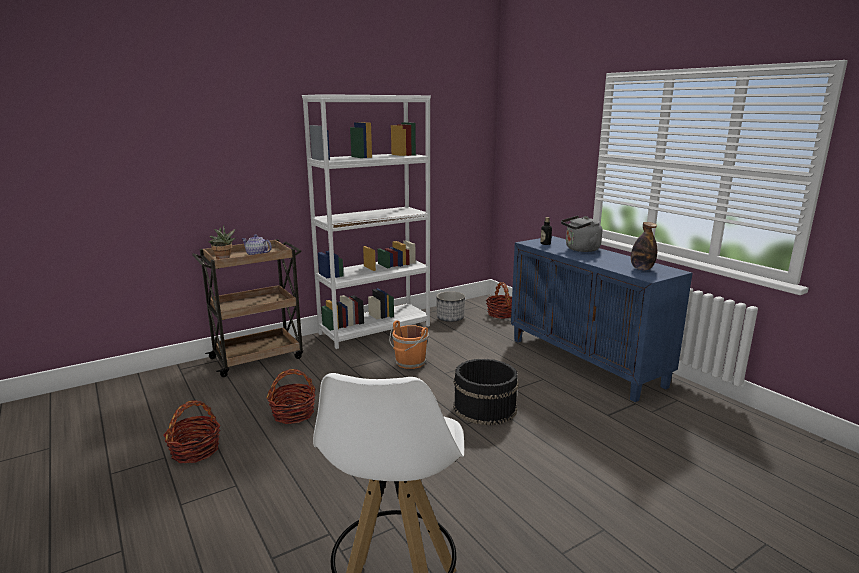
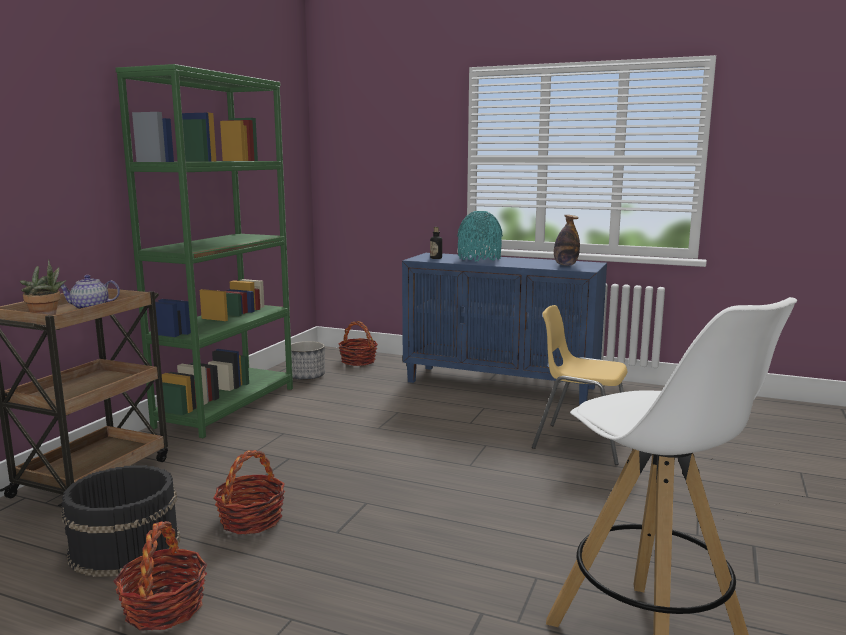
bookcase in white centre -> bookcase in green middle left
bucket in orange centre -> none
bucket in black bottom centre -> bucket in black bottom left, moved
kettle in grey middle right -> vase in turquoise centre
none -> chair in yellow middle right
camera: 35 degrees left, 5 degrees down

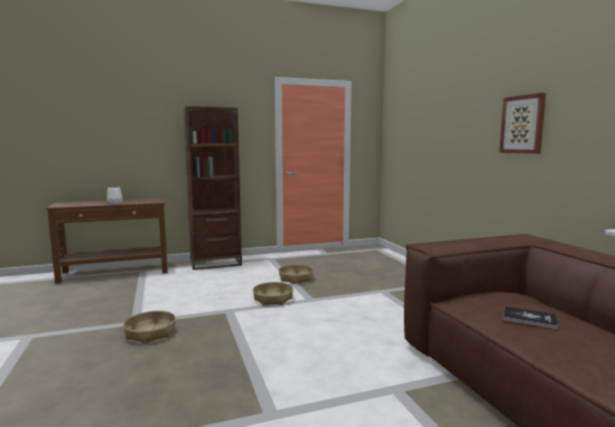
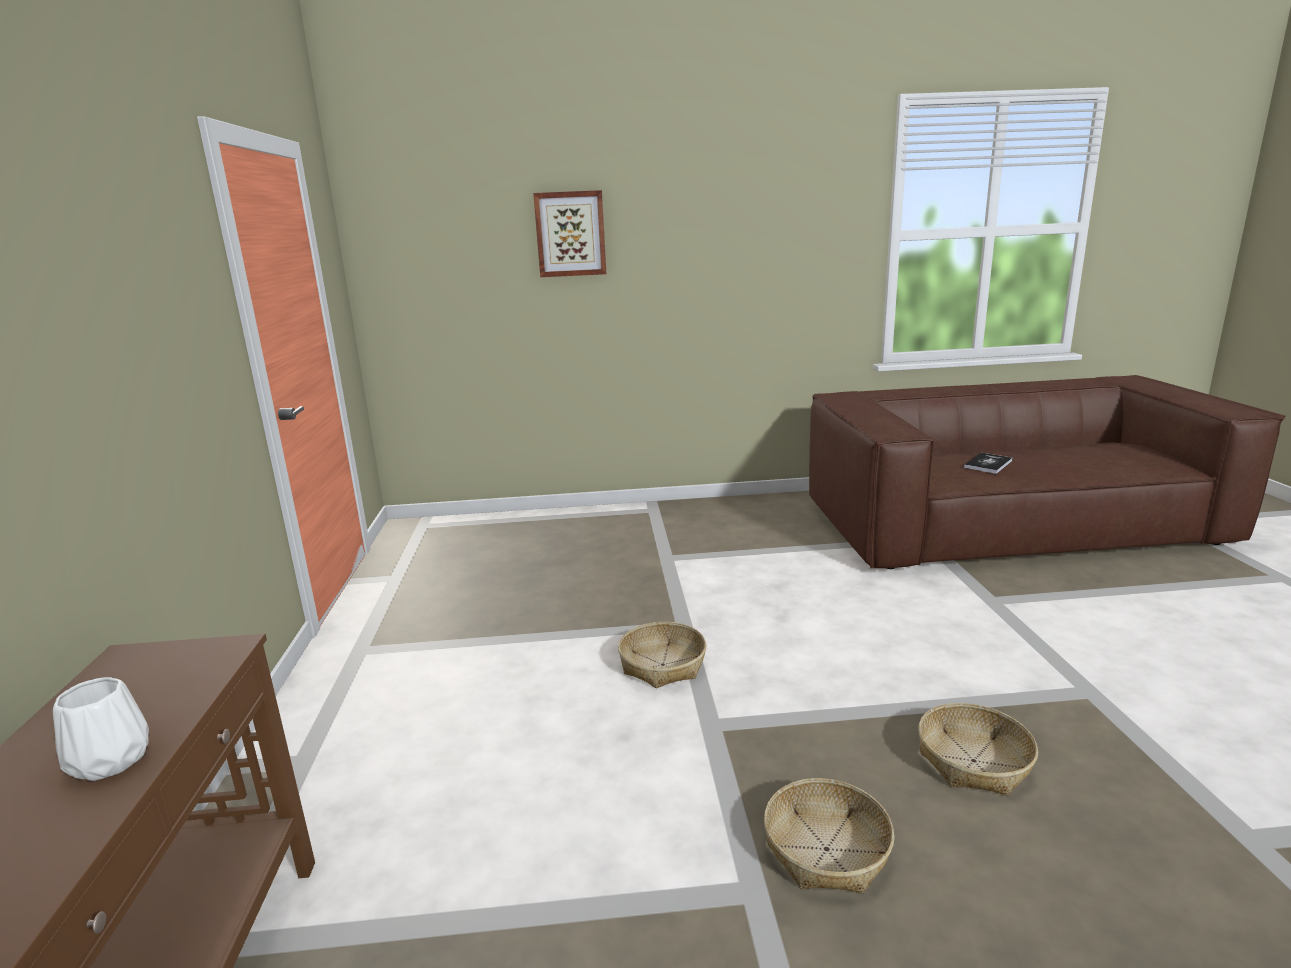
bookcase in brown centre -> none
basket (3rd from left) centre -> basket (3rd from left) bottom right, moved
picture top right -> picture top centre, moved
camera: 75 degrees left, 10 degrees up

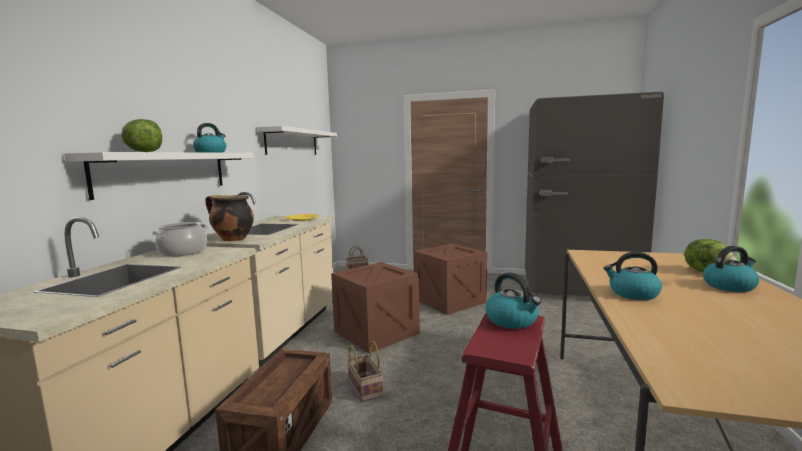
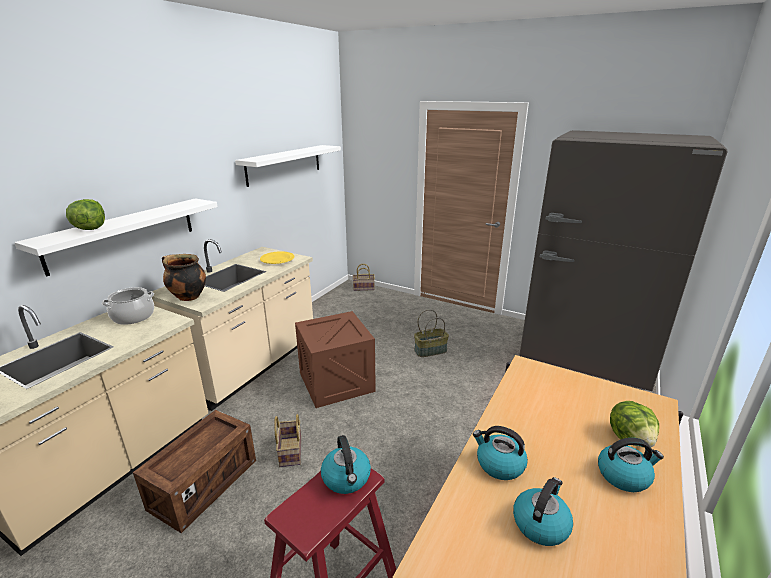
kettle (1st from left in the first image) top left -> kettle (3rd from left) bottom right, moved
crate (3rd from left) centre -> basket (3rd from left) centre
camera: 15 degrees right, 15 degrees up

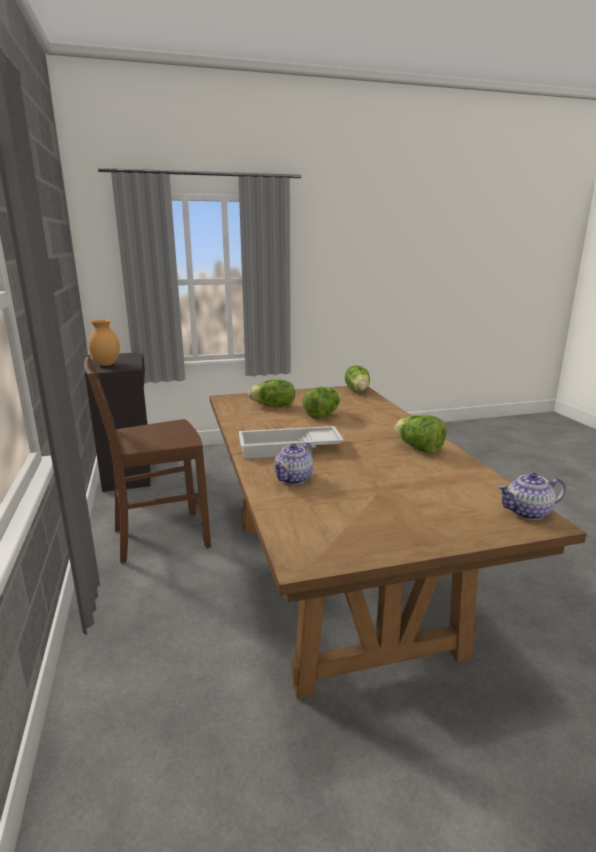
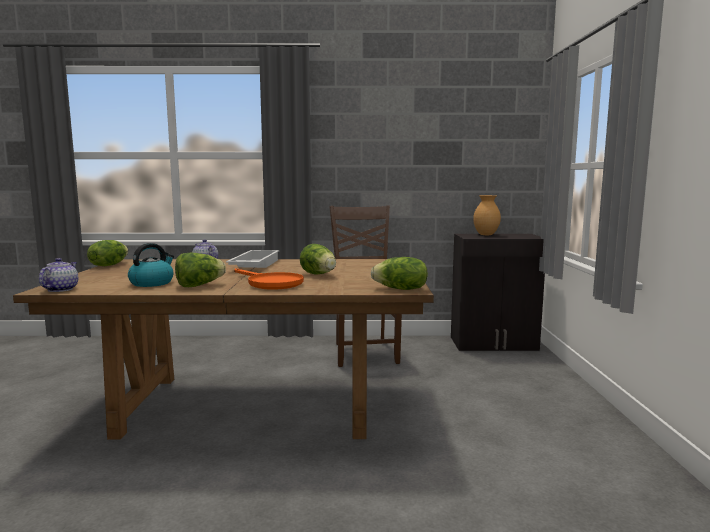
lettuce (1st from left) centre -> lettuce (1st from left) middle left, moved
none -> kettle middle left
none -> frying pan in orange centre
camera: 105 degrees right, 10 degrees down

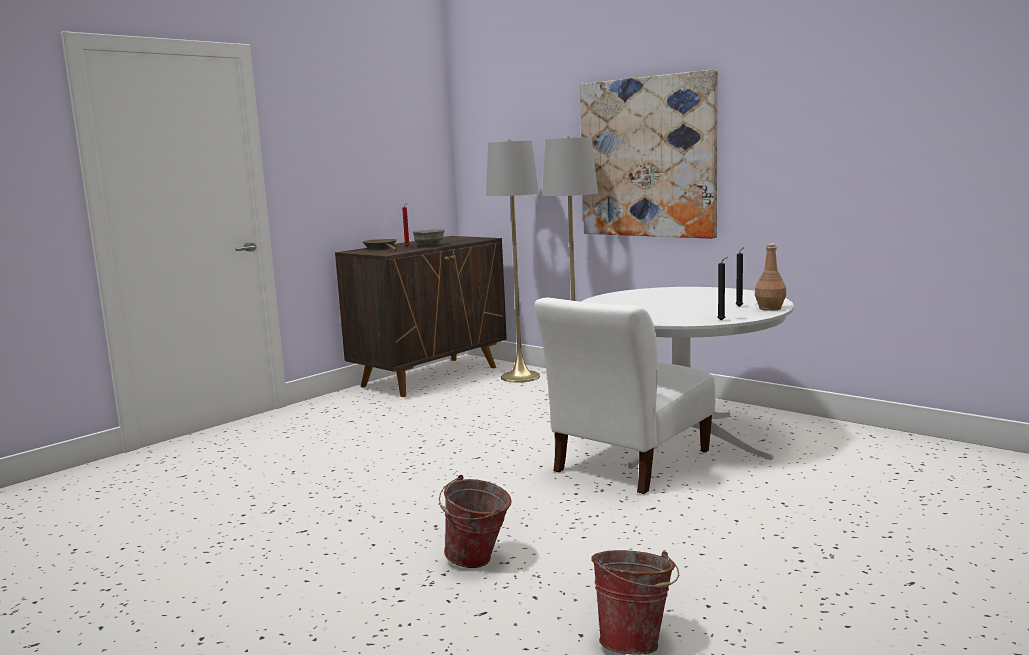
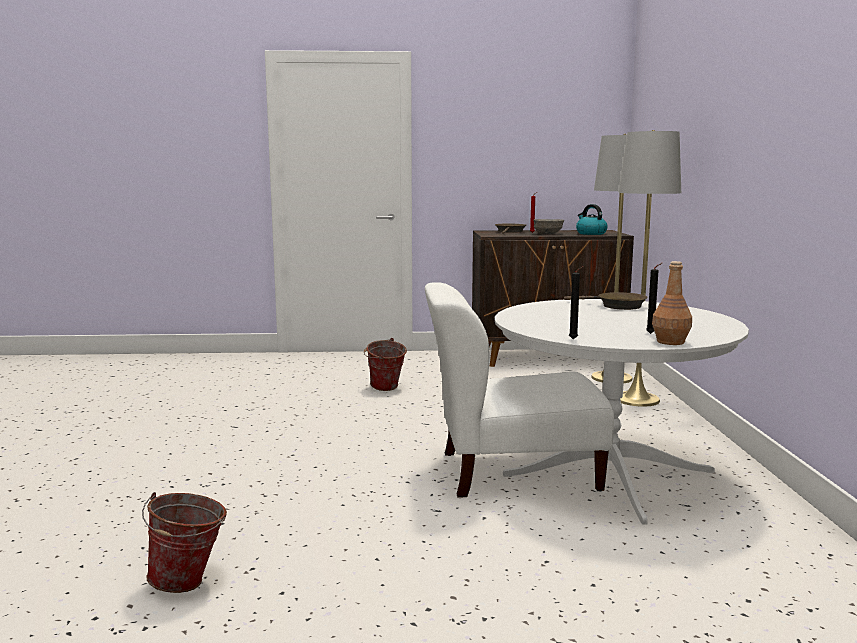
bucket (1st from left in the first image) bottom centre -> bucket (2nd from left) centre, moved
picture top centre -> none
none -> frying pan in brown (2nd from left) middle right
none -> kettle middle right
camera: 45 degrees right, 0 degrees up

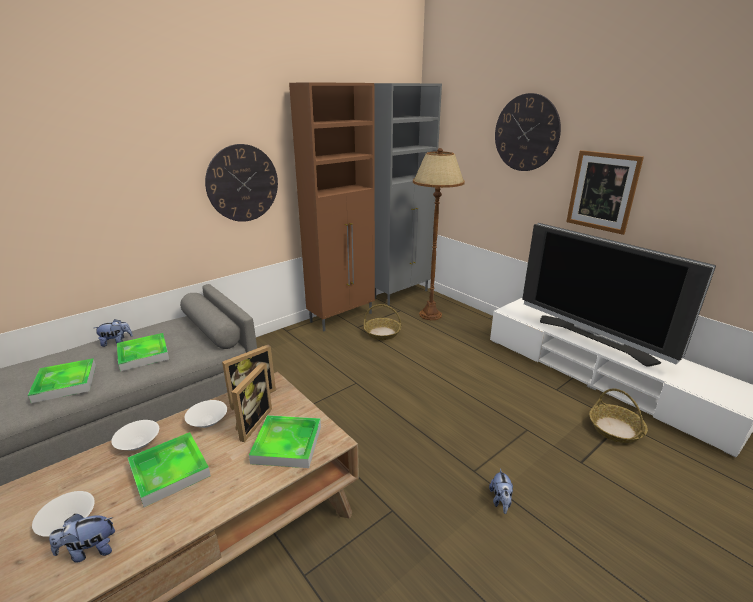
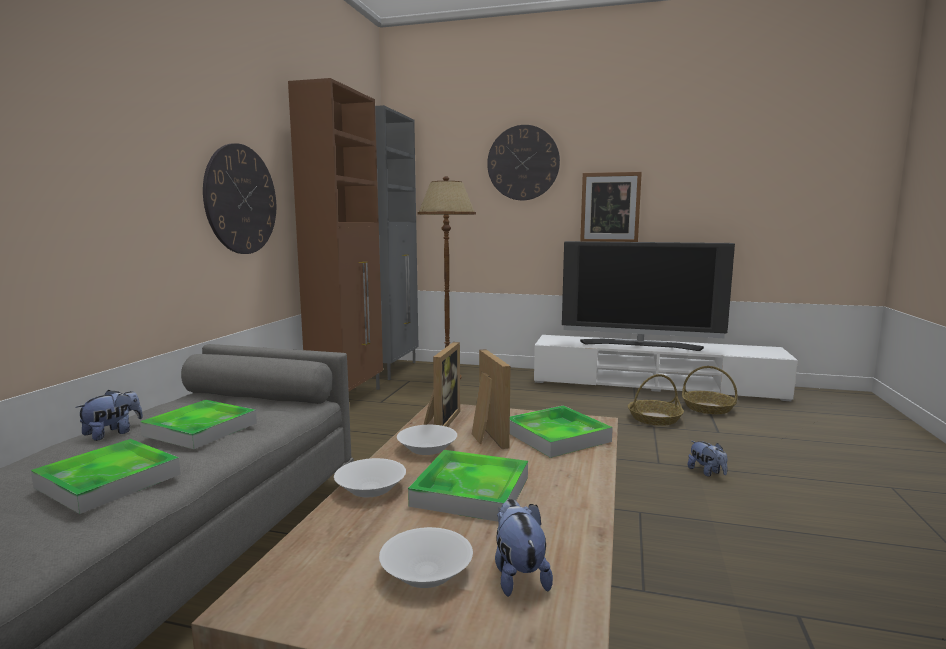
plush toy (1st from left in the first image) bottom left -> plush toy (2nd from left) bottom centre, 135 degrees clockwise
basket (1st from left) centre -> basket (1st from left) middle right, moved
camera: 35 degrees left, 15 degrees down

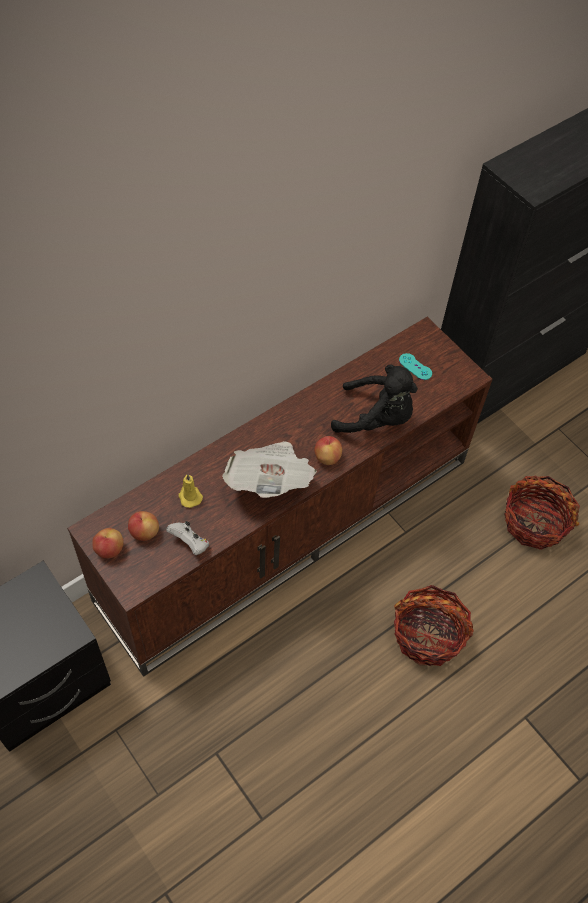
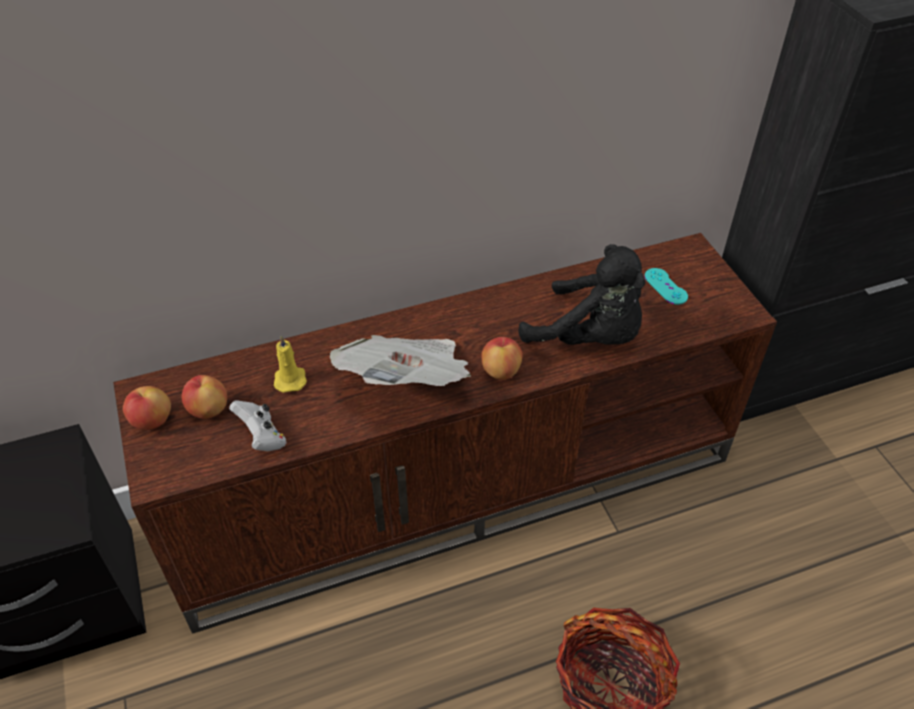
basket (2nd from left) middle right -> none
camera: 20 degrees right, 10 degrees down

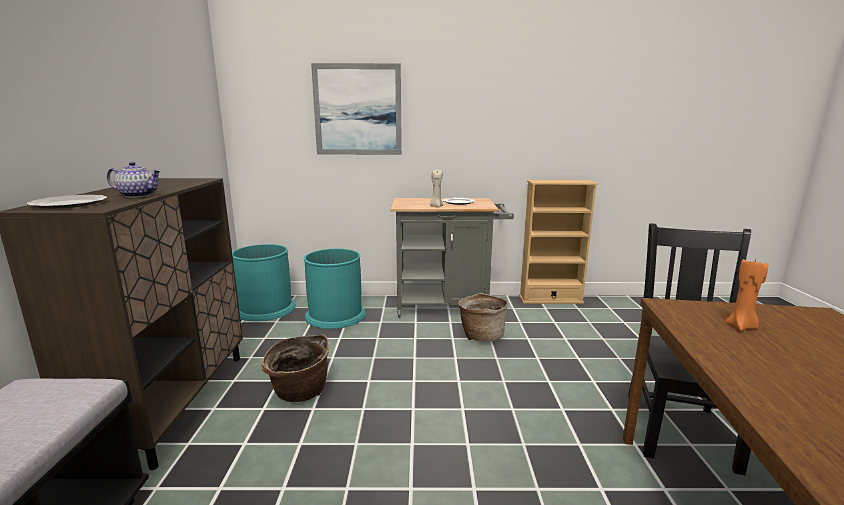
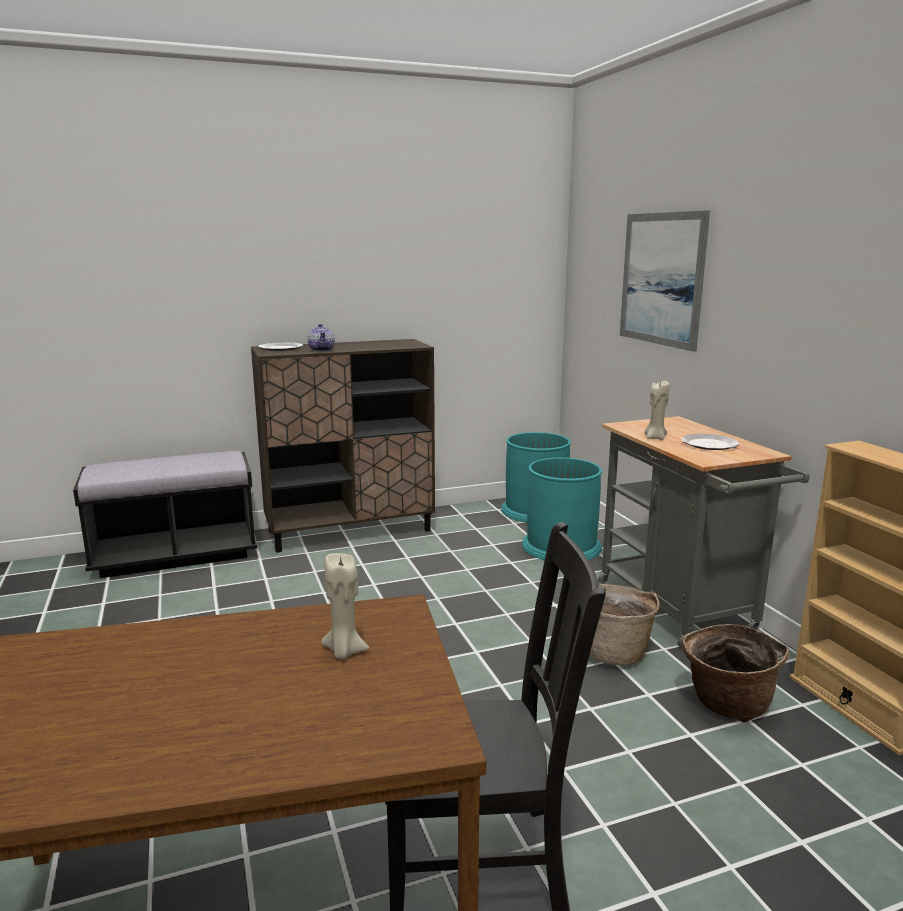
basket (1st from left in the first image) bottom centre -> basket (2nd from left) bottom right, moved
candle in orange middle right -> candle in beige (1st from left) centre
camera: 70 degrees right, 0 degrees up

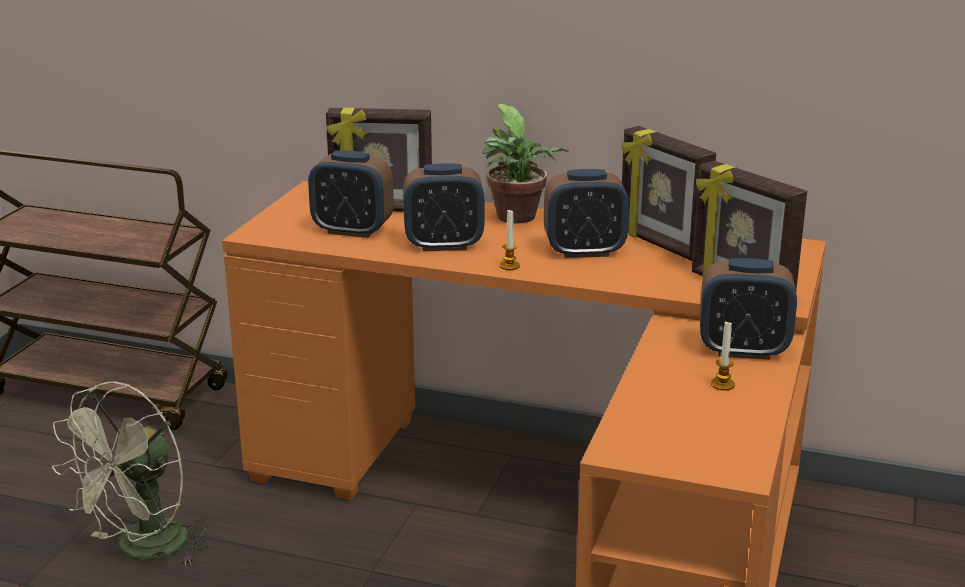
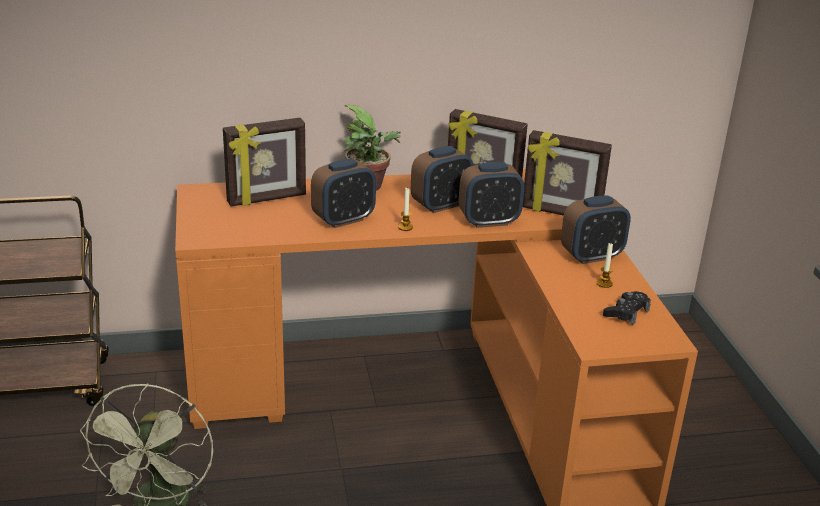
alarm clock (1st from left in the first image) top centre -> alarm clock (3rd from left) centre, moved
none -> game controller in black middle right
camera: 30 degrees left, 5 degrees up

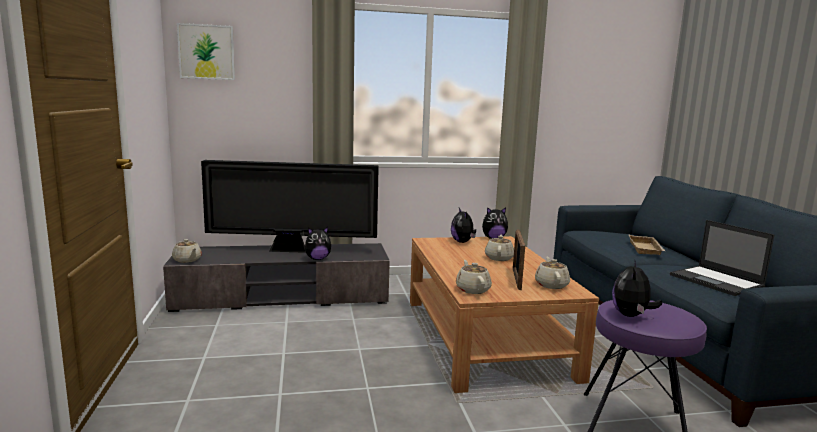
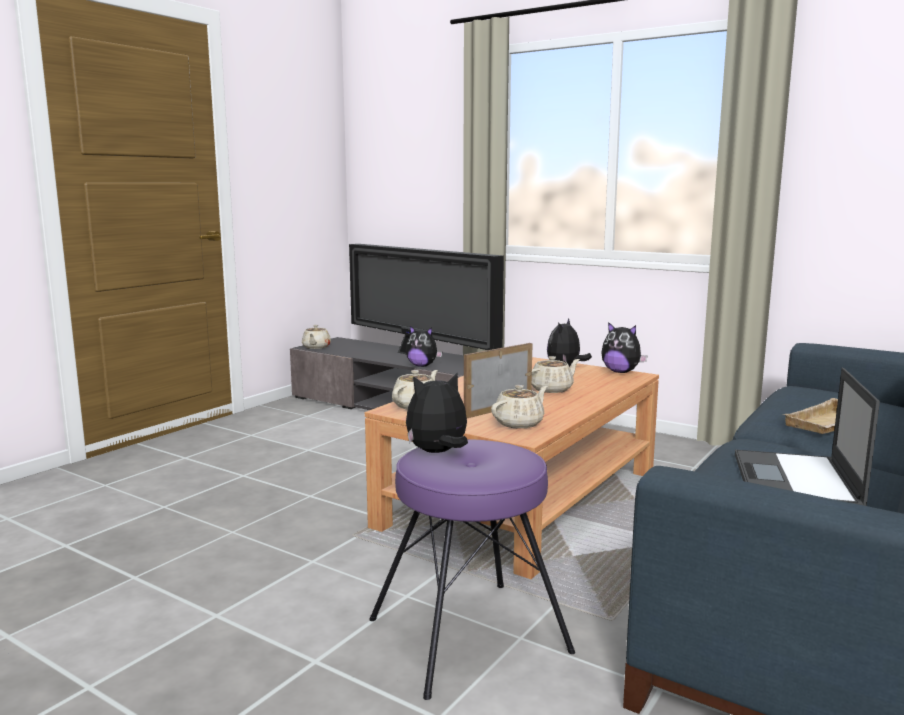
picture top left -> none
camera: 45 degrees right, 0 degrees up

